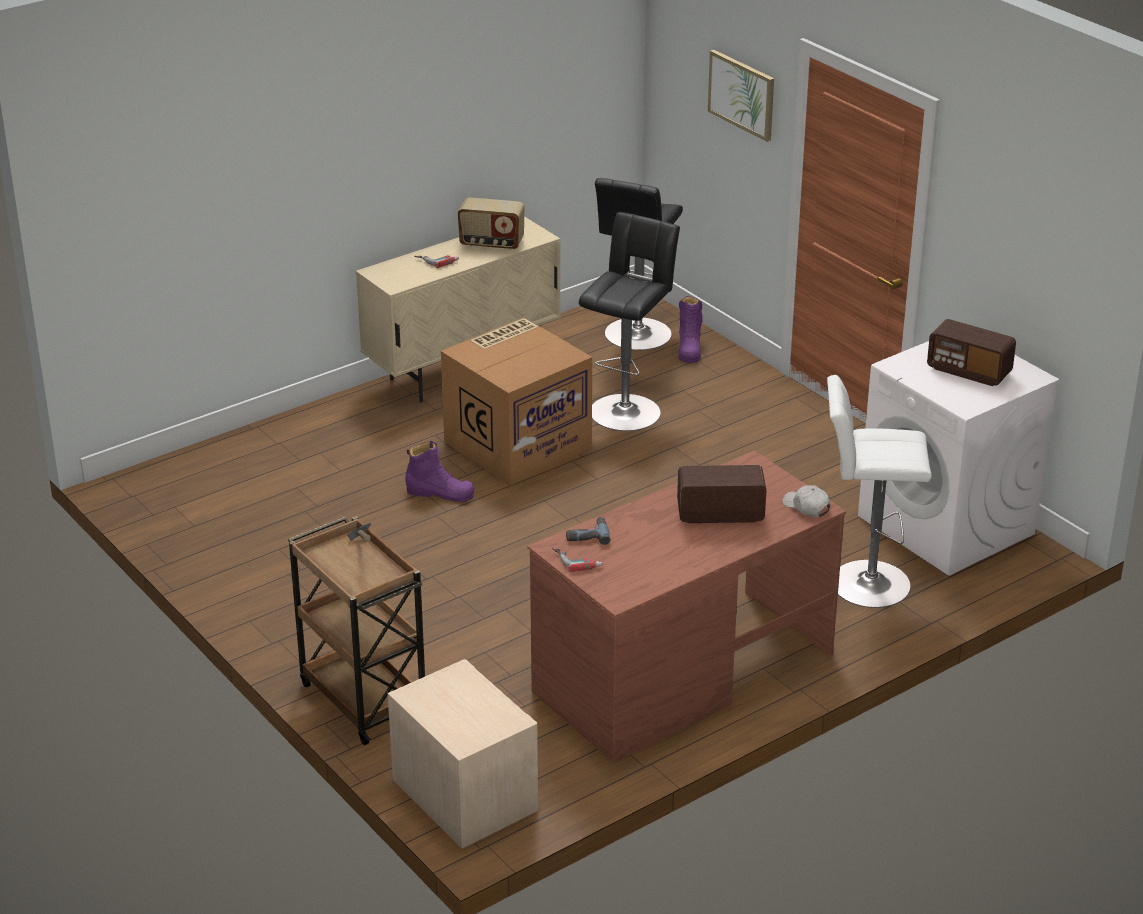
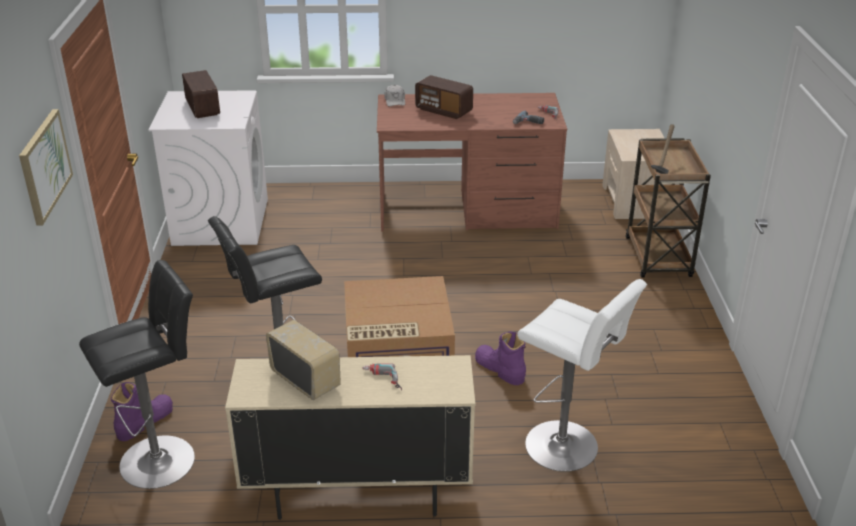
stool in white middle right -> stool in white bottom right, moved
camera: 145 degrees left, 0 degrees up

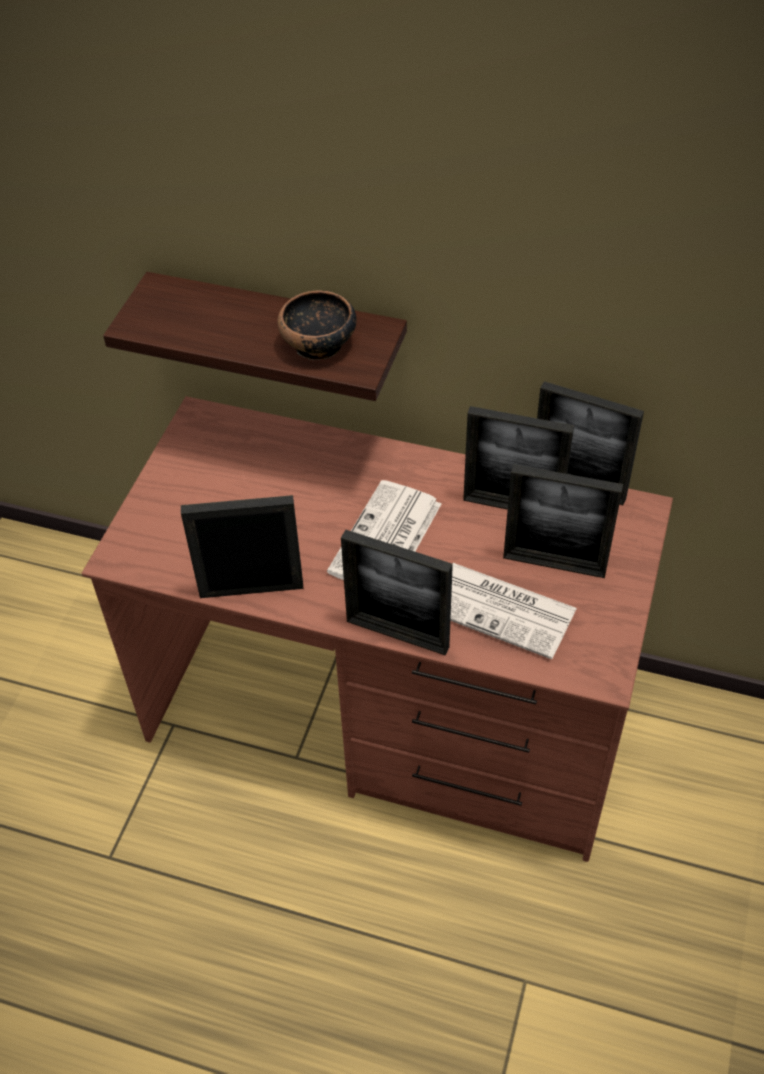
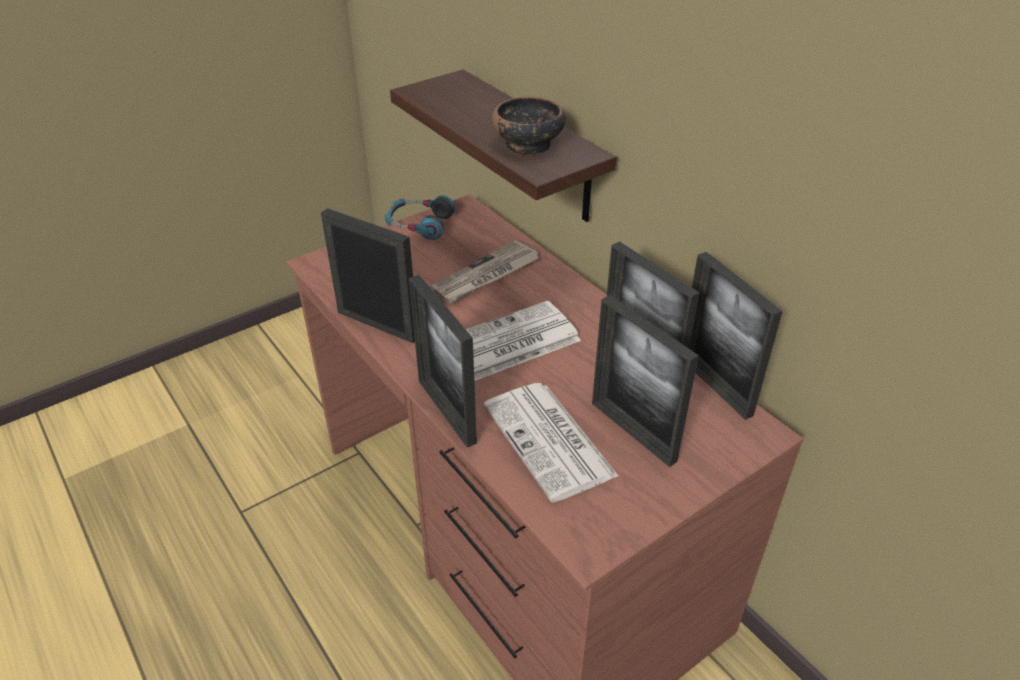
none -> headphones top centre
none -> newspaper (1st from left) centre
camera: 35 degrees right, 10 degrees down

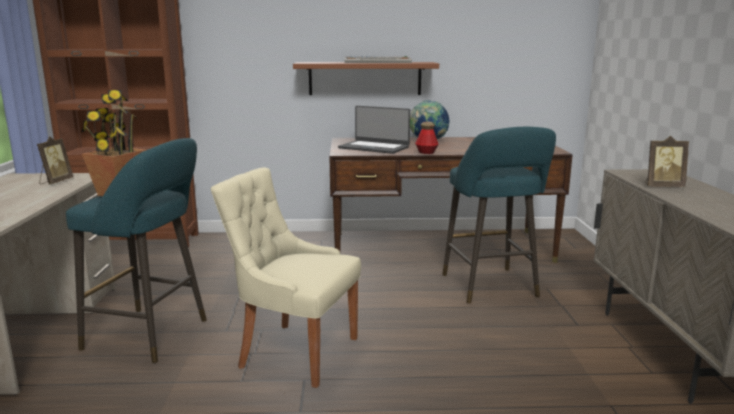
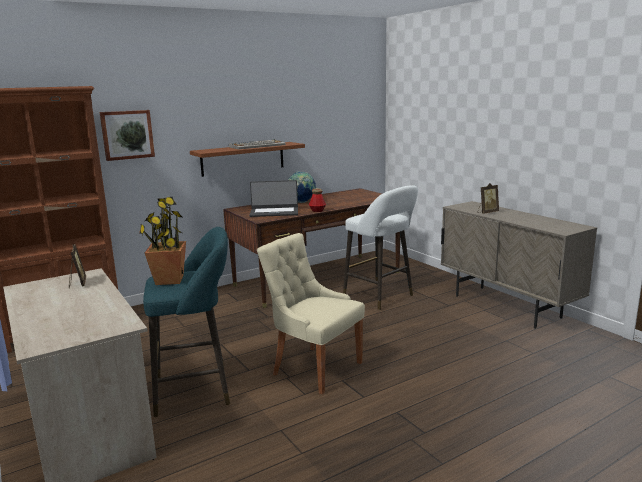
chair in beige bottom centre -> chair in beige centre, 45 degrees clockwise
stool in turquoise (2nd from left) middle right -> stool in white centre
none -> picture top left
camera: 30 degrees left, 0 degrees up

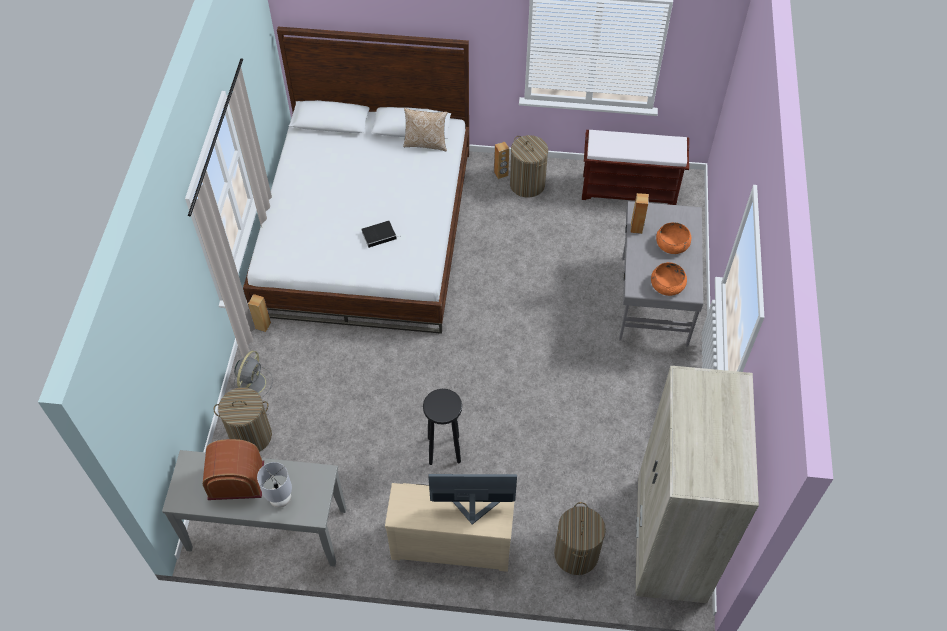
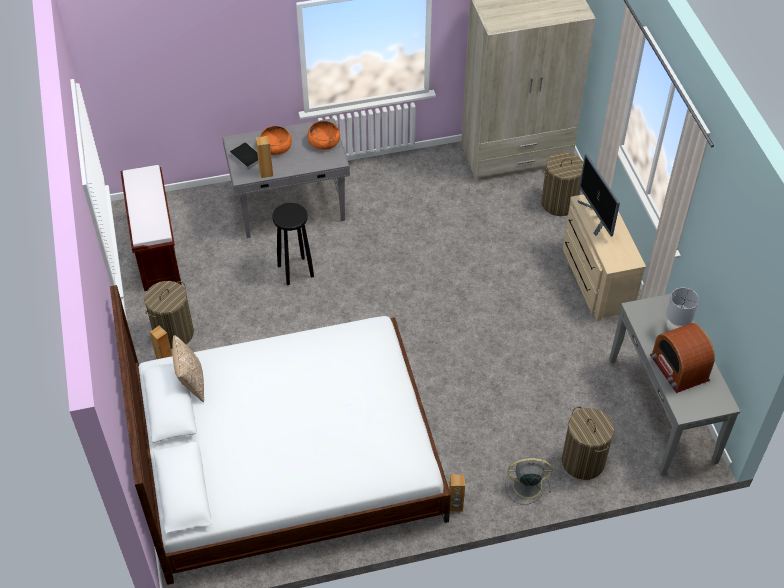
book centre -> book top left, moved
stool in black bottom centre -> stool in black centre, moved
camera: 110 degrees left, 5 degrees down

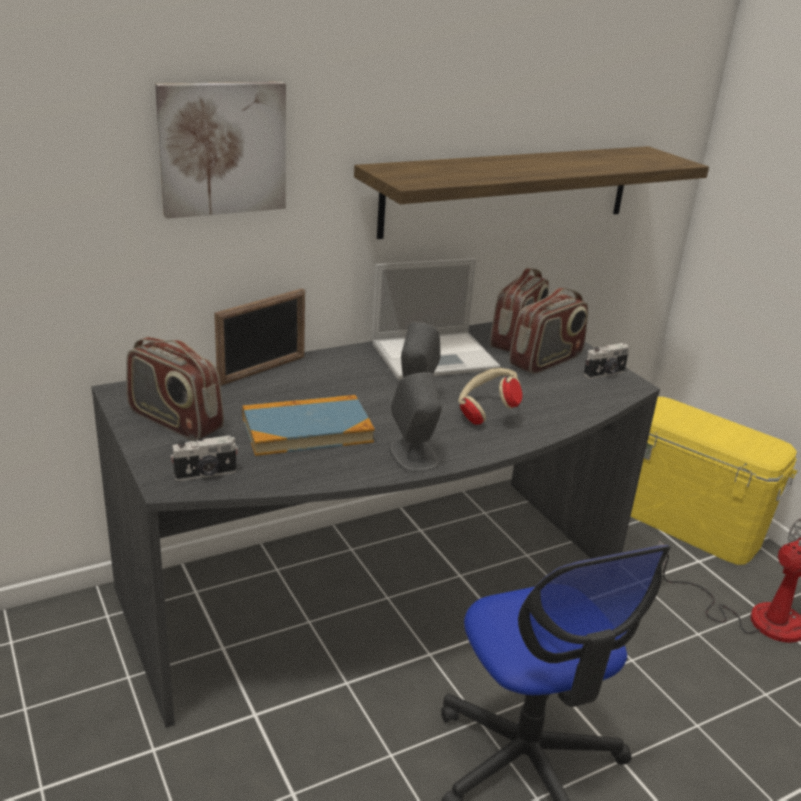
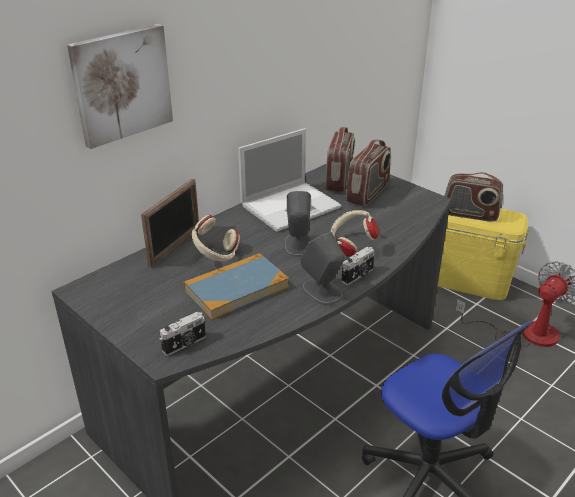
radio (1st from left in the first image) middle left -> radio (3rd from left) middle right, moved
shelf top centre -> none
photo camera (2nd from left) middle right -> photo camera (2nd from left) centre, moved
none -> headphones in beige (1st from left) centre
camera: 15 degrees left, 5 degrees up

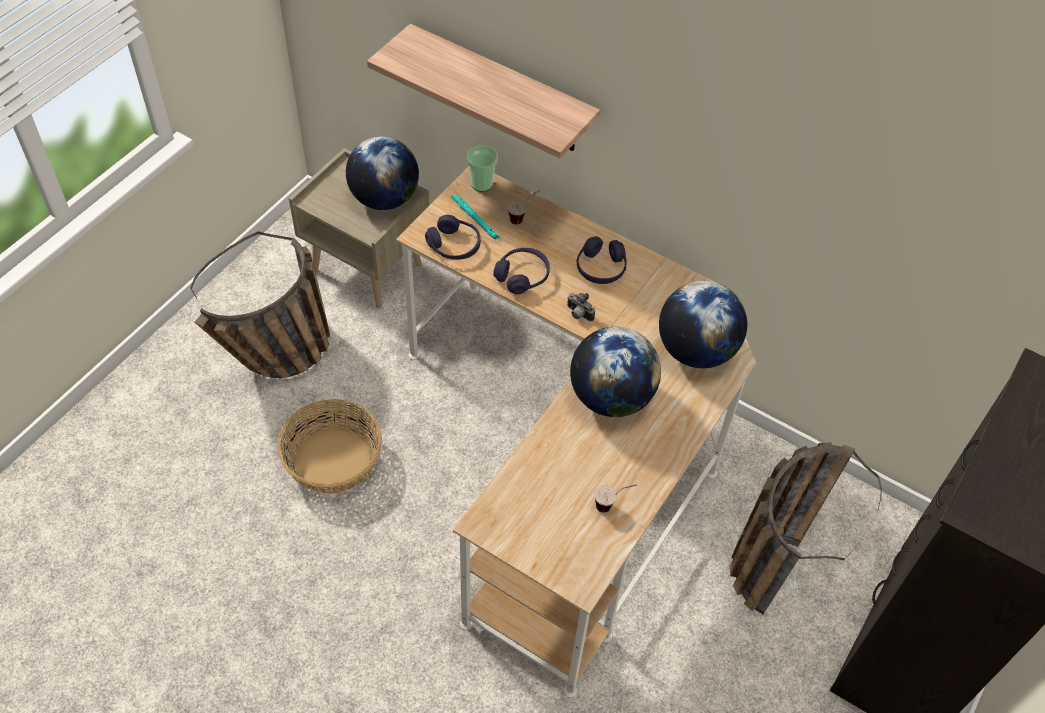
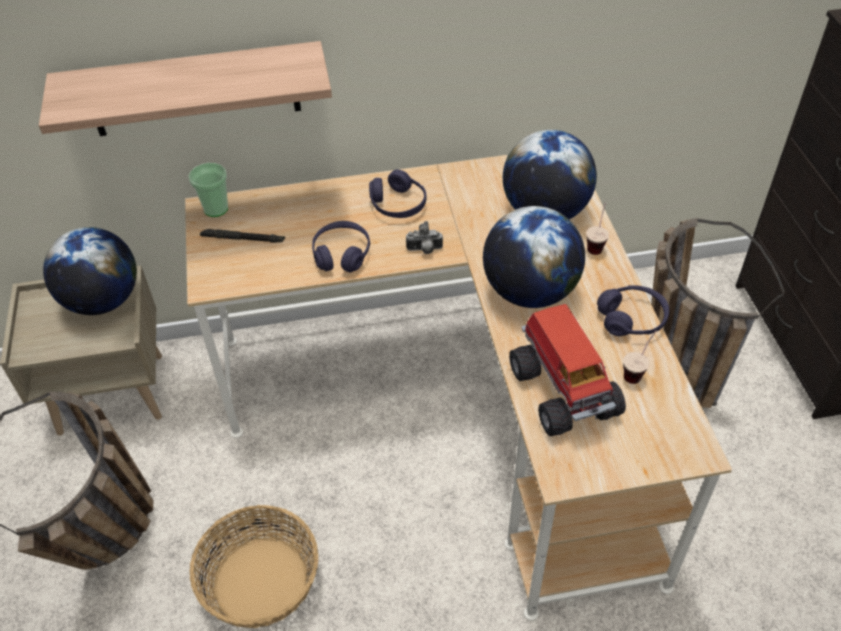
headphones in purple (1st from left in the first image) top centre -> headphones in purple (3rd from left) middle right, moved
flashlight in turquoise top centre -> flashlight in black middle left
cup (2nd from left) top centre -> cup (2nd from left) middle right, moved
none -> toy truck middle right
camera: 40 degrees left, 5 degrees down

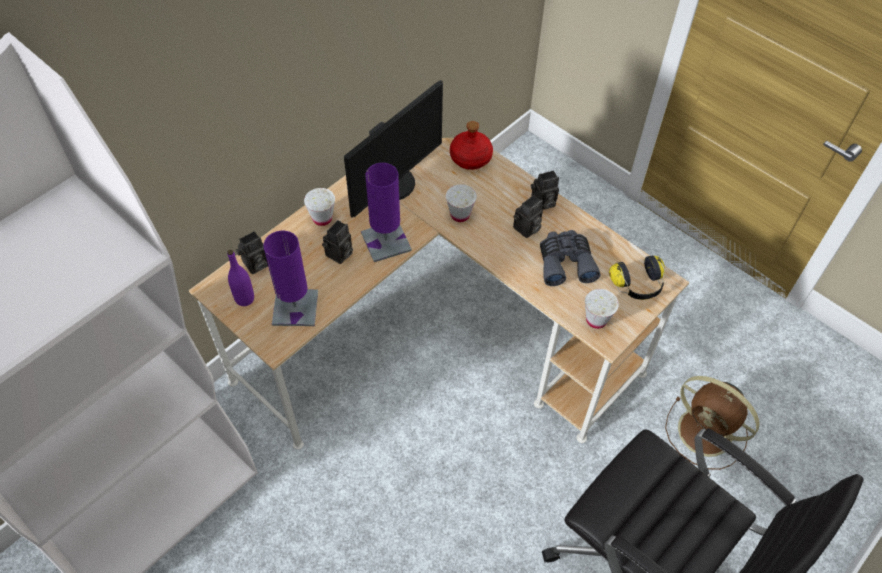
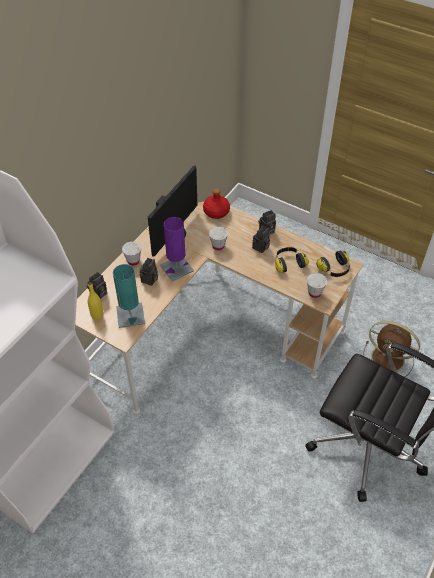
bottle in purple middle left -> bottle in yellow middle left
table lamp in purple (1st from left) middle left -> table lamp in turquoise middle left
binoculars in grey centre -> headphones (1st from left) middle right
camera: 10 degrees left, 5 degrees down

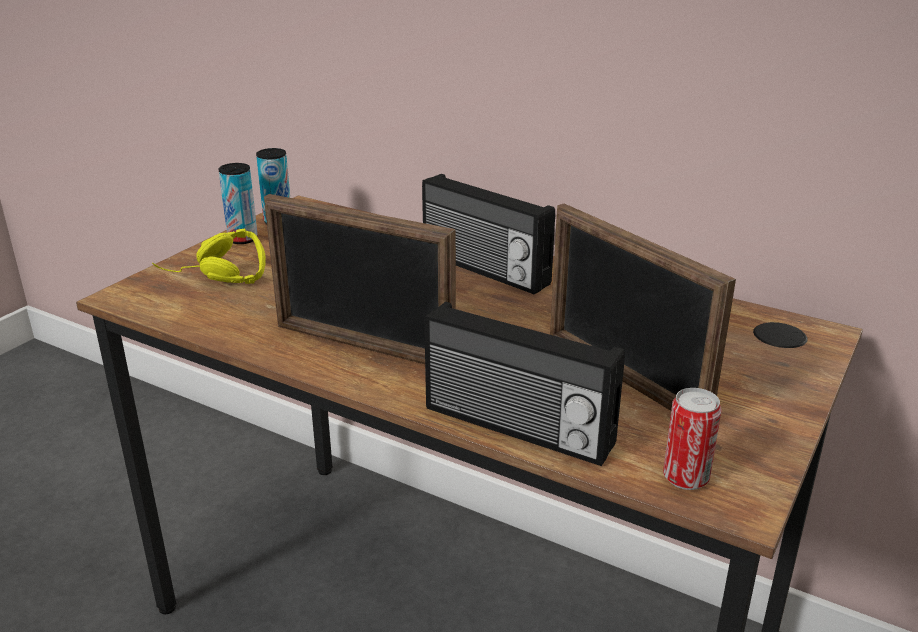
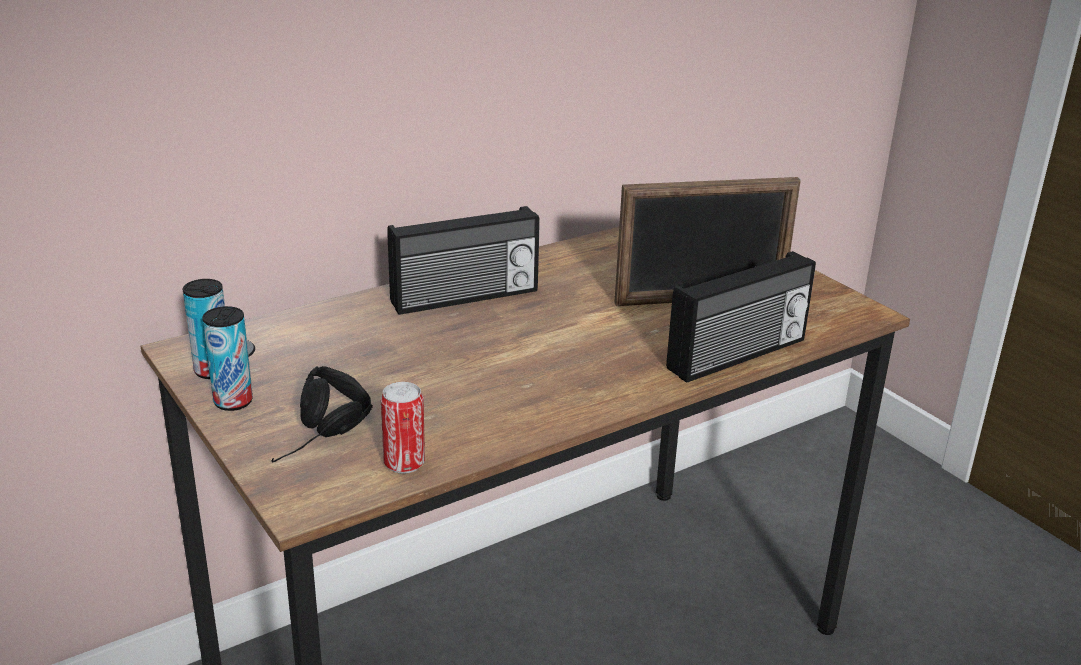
headphones in yellow middle left -> headphones in black middle left
picture frame (1st from left) centre -> none
can (3rd from left) bottom right -> can (3rd from left) centre, moved
camera: 65 degrees left, 0 degrees up

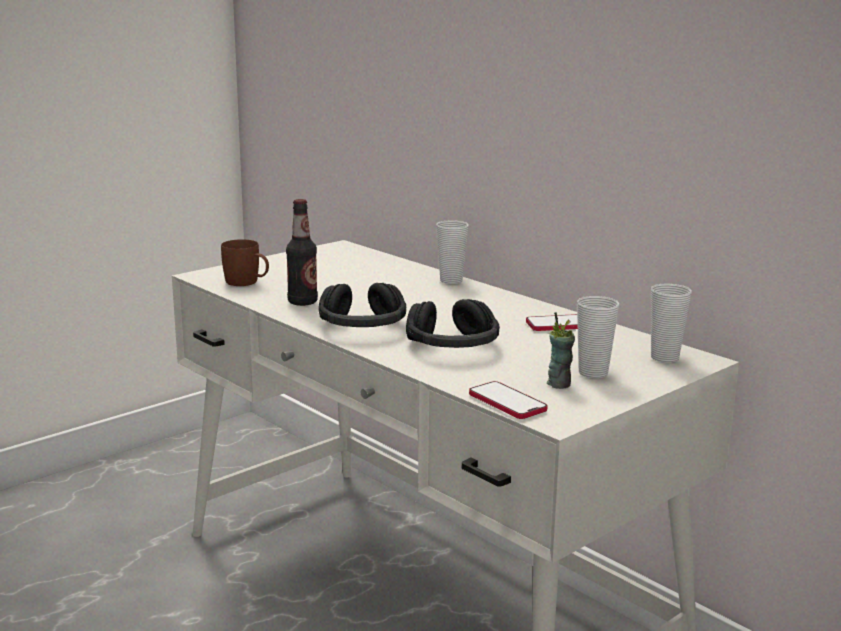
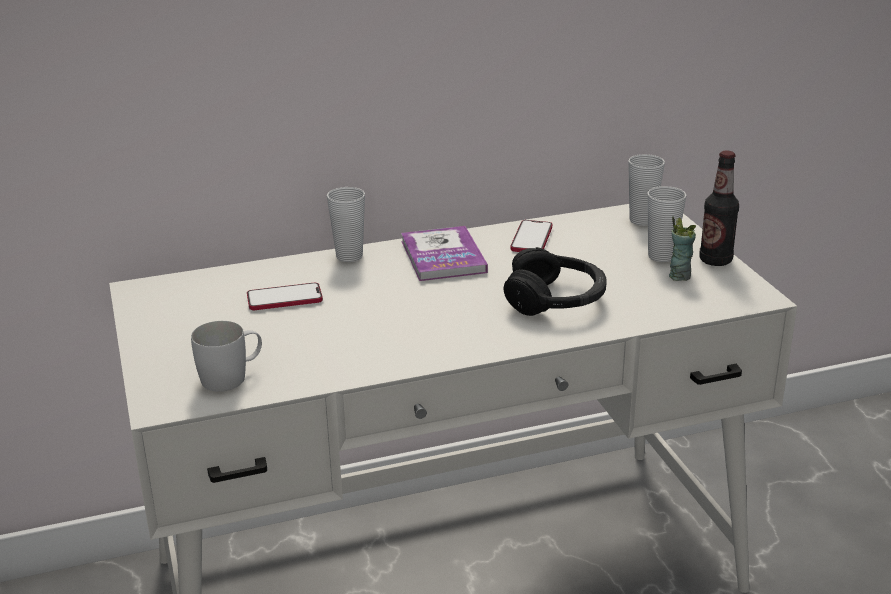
mug in brown middle left -> mug in white middle left
bottle centre -> bottle middle right, moved
headphones in black (1st from left) centre -> none
phone (1st from left) centre -> phone (1st from left) middle left, moved
none -> book centre
camera: 65 degrees left, 10 degrees up

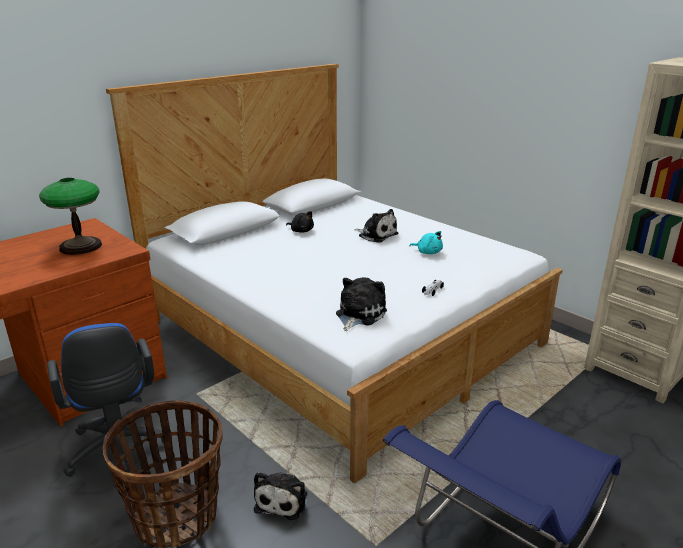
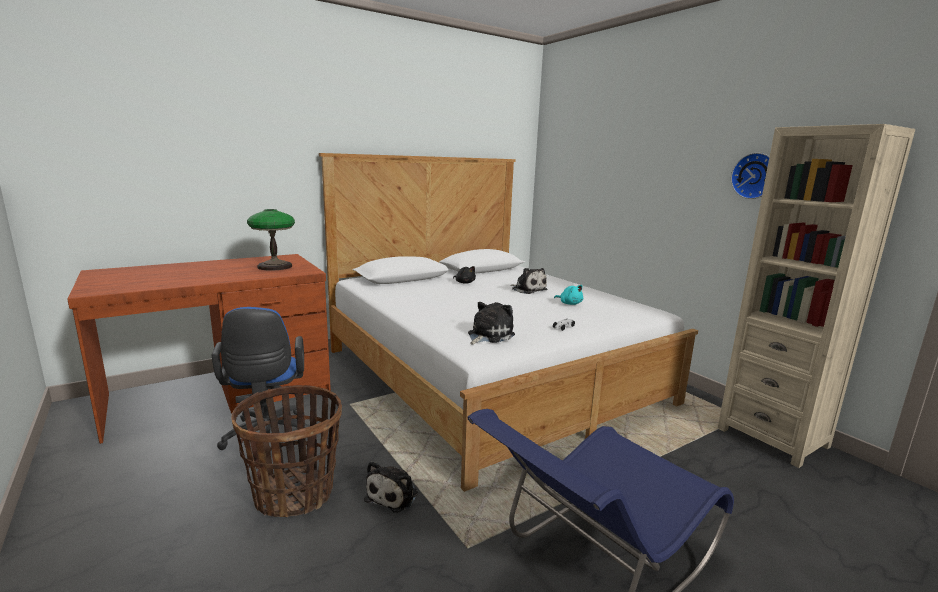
none -> wall clock top right
camera: 10 degrees right, 10 degrees down

